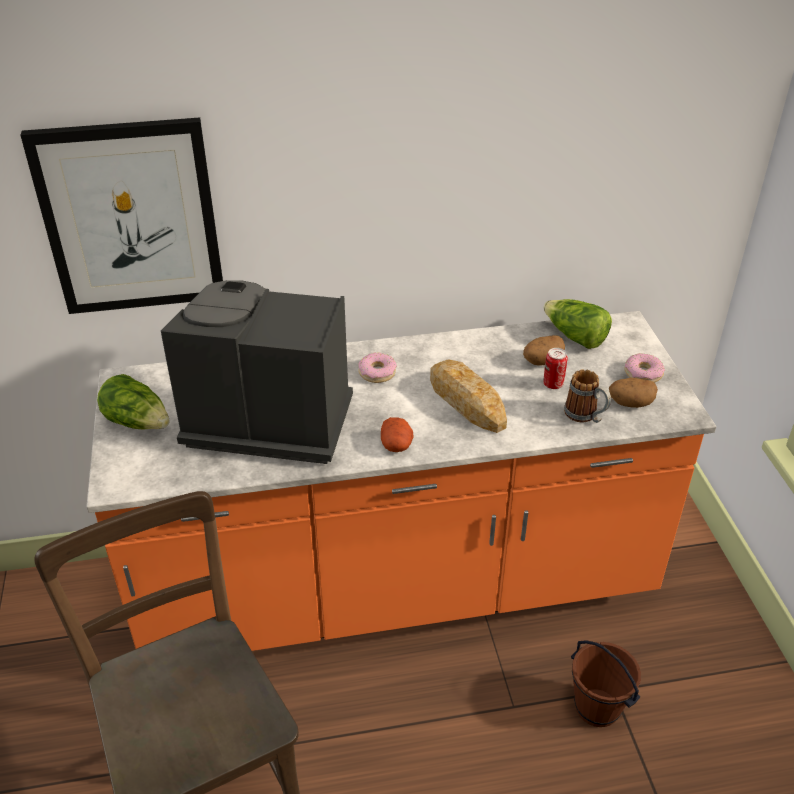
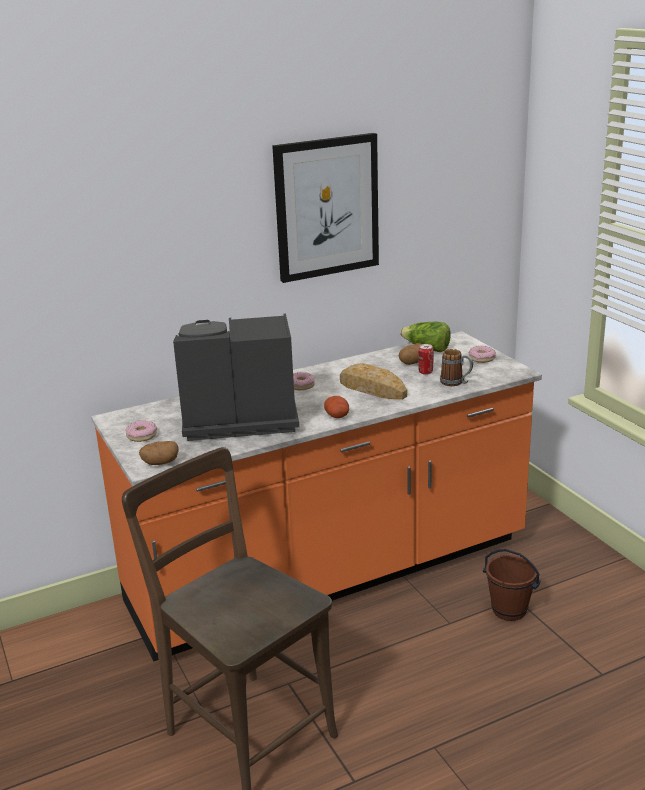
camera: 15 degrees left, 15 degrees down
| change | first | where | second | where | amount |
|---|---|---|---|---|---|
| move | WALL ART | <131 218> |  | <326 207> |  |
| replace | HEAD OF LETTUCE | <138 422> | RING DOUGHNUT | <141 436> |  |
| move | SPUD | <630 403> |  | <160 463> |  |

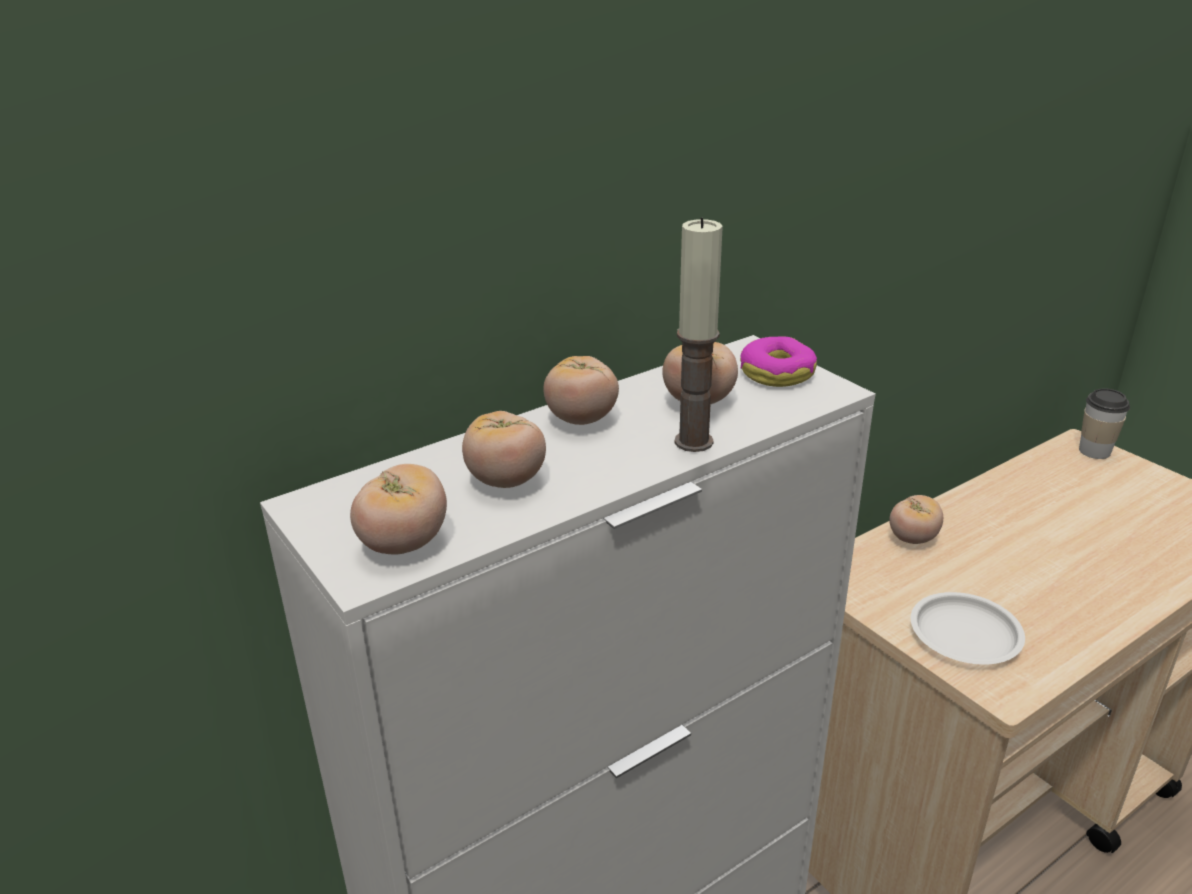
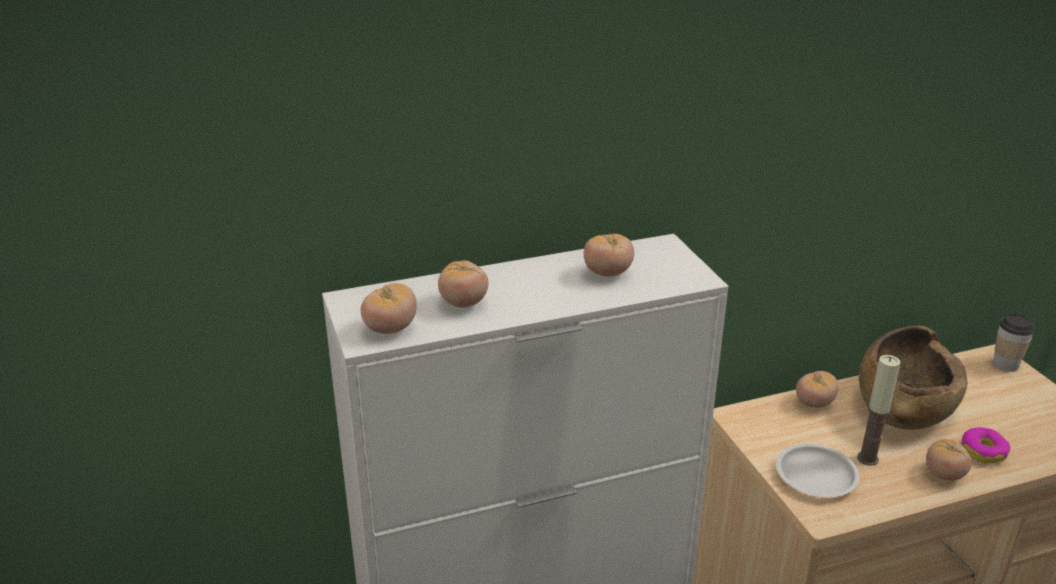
camera: 15 degrees right, 0 degrees up
| change | first | where | second | where | amount |
|---|---|---|---|---|---|
| move | WAX LIGHT | <693 442> |  | <867 458> |  |
| move | RING DOUGHNUT | <777 373> |  | <983 451> |  |
| move | WHOLE TOMATO | <581 419> |  | <944 474> |  |
| insert |  |  | BROWN-COLOURED DEEP DISH | <904 404> |  |

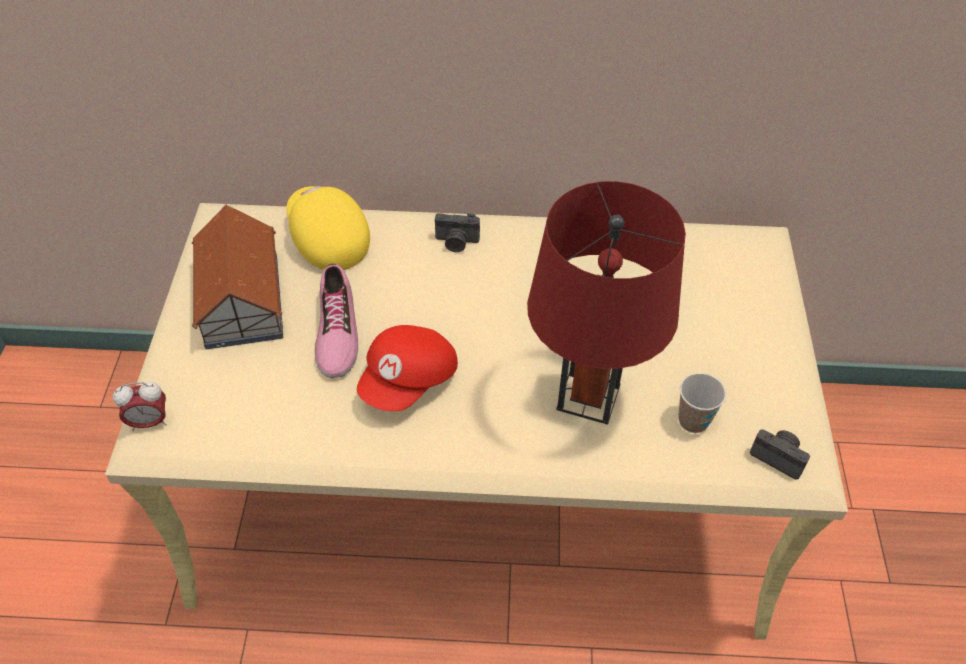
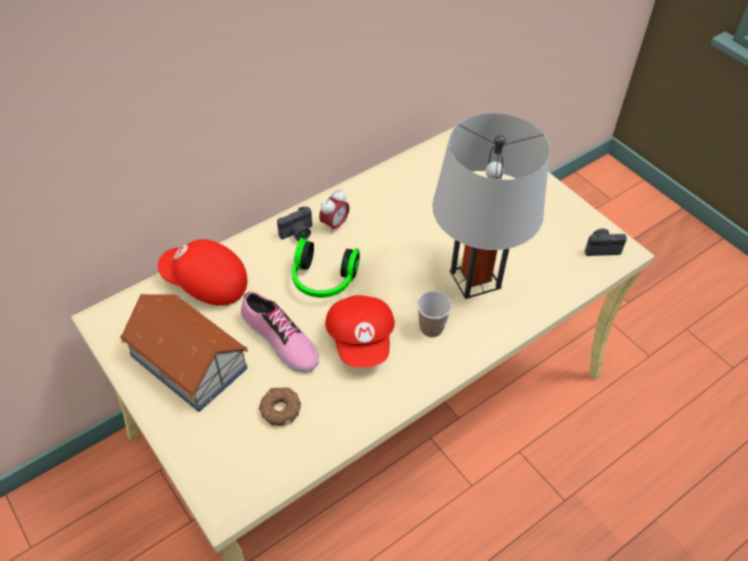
camera: 40 degrees left, 0 degrees up
| change | first | where | second | where | amount |
|---|---|---|---|---|---|
| recolor | RED-COLOURED LAMP FOR A TABLE | <588 397> | GREY LAMP FOR A TABLE | <475 280> |  |
| recolor | YELLOWISH BASEBALL CAP | <327 239> | RED-COLOURED BASEBALL CAP | <206 284> |  |
| move | CUP | <693 421> |  | <431 328> |  |
| move | ALARM CLOCK | <149 422> |  | <334 225> |  |
| insert |  |  | HEADSET | <323 281> |  |
| insert |  |  | RING DOUGHNUT | <280 409> |  |

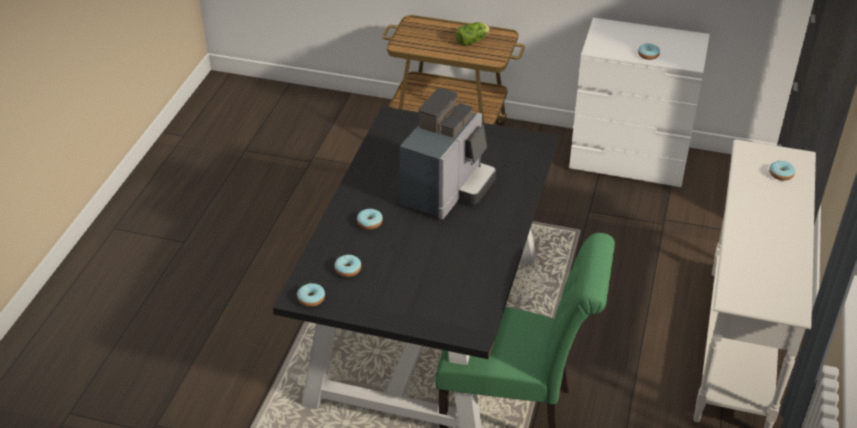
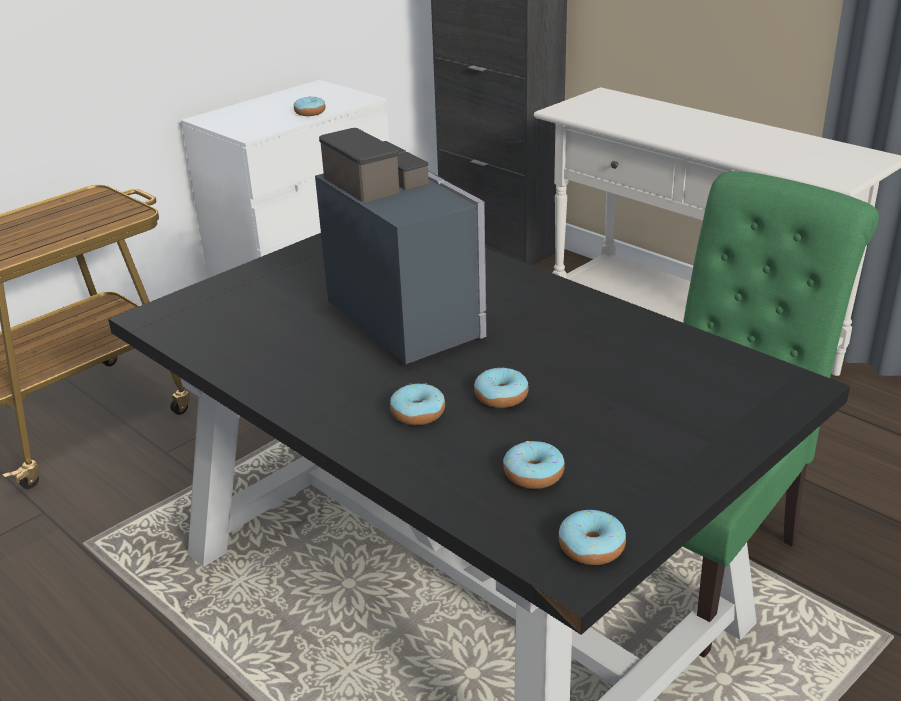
camera: 60 degrees left, 10 degrees down
| change | first | where | second | where | amount |
|---|---|---|---|---|---|
| delete | HEAD OF LETTUCE | <473 41> |  |  |  |
| move | RING DOUGHNUT | <781 174> |  | <501 397> |  |

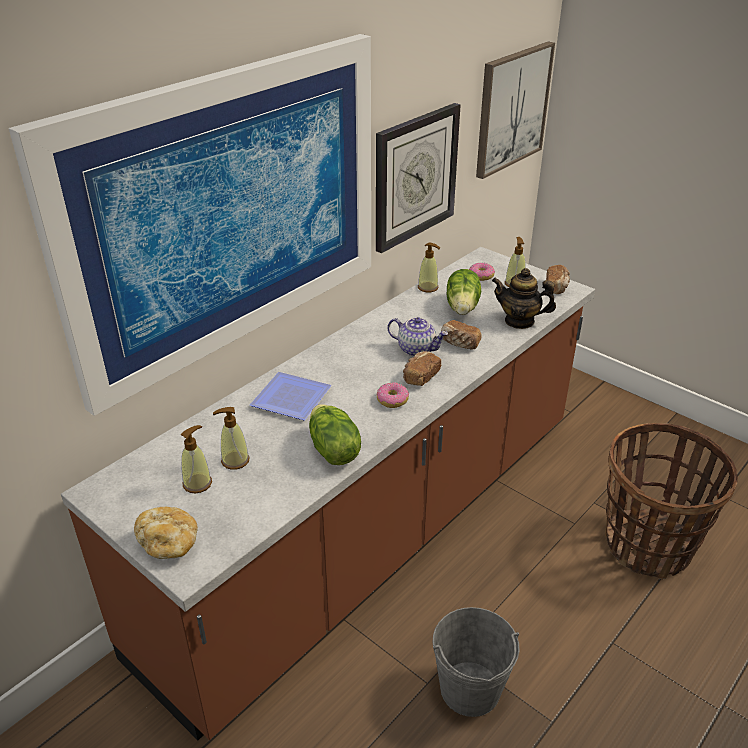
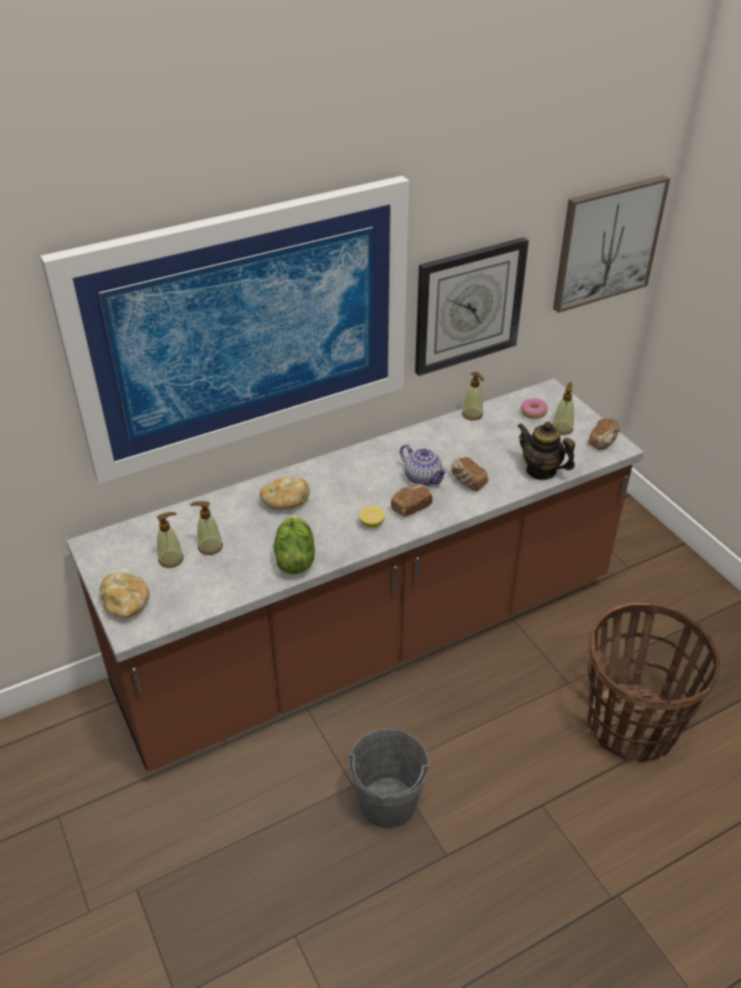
camera: 20 degrees right, 5 degrees up
| change | first | where | second | where | amount |
|---|---|---|---|---|---|
| delete | HEAD OF LETTUCE | <463 307> |  |  |  |
| replace | DINNER PLATE | <292 400> | BAKERY BREAD | <285 503> |  |
| replace | RING DOUGHNUT | <392 400> | WHOLE LEMON | <372 523> |  |

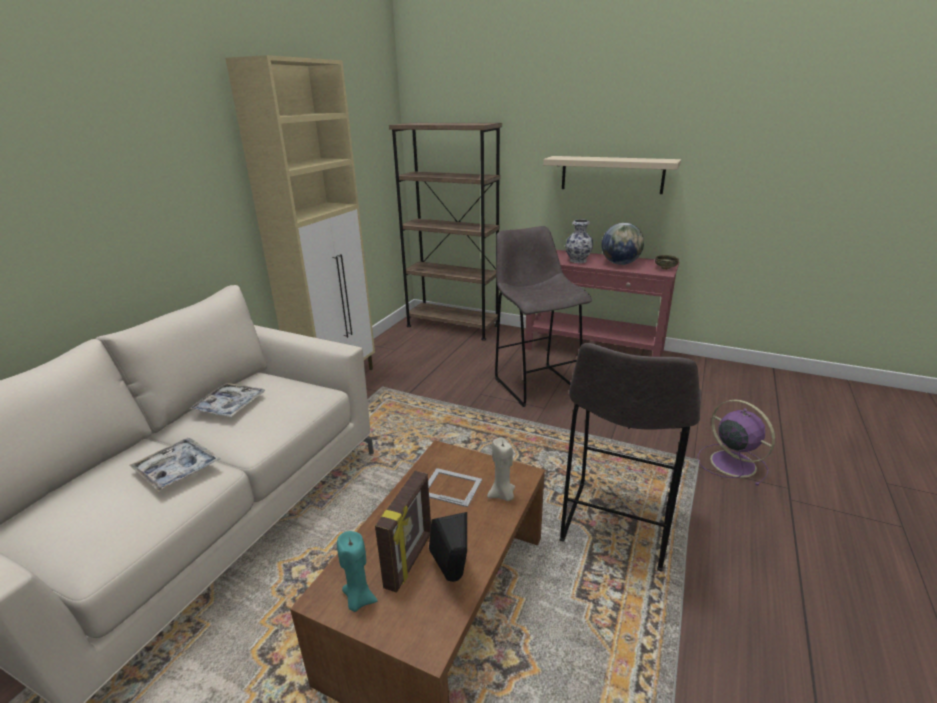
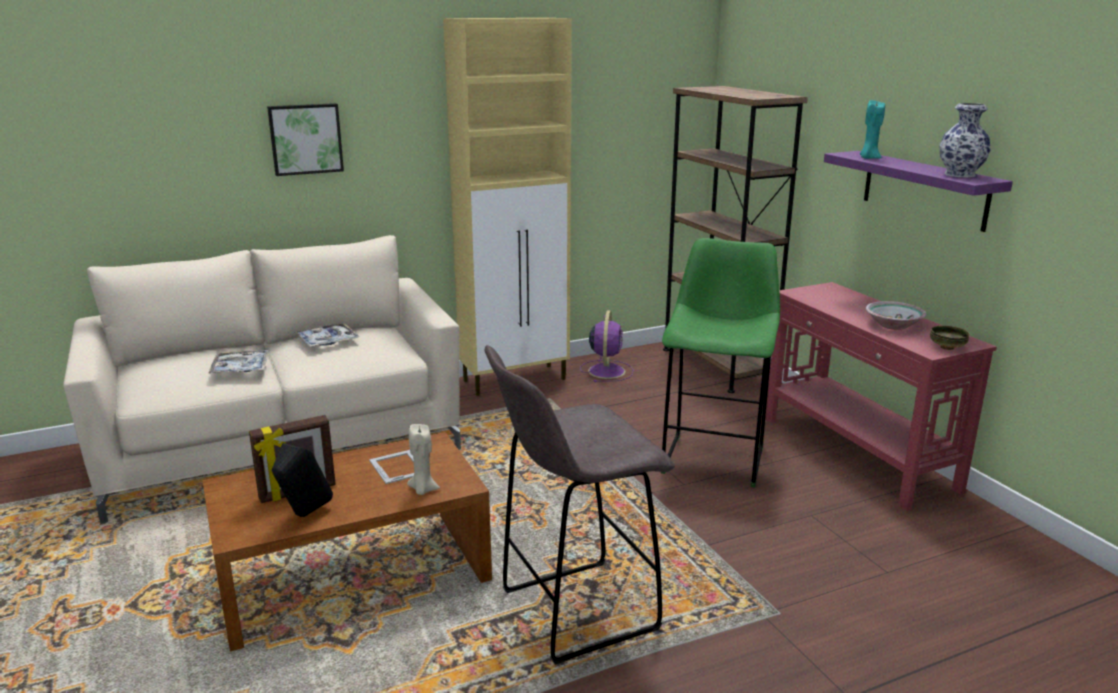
camera: 40 degrees right, 5 degrees down
| change | first | where | second | where | amount |
|---|---|---|---|---|---|
| recolor | BEIGE WALL SHELF | <612 174> | PURPLE WALL SHELF | <924 189> |  |
| move | FLOWER VASE | <578 260> |  | <960 175> |  |
| replace | DESK GLOBE | <620 263> | DEEP DISH | <894 325> |  |
| recolor | GREY STOOL | <535 384> | GREEN STOOL | <714 458> |  |
| move | PURPLE ELECTRIC FAN | <731 462> |  | <606 370> |  |
| move | TURQUOISE-COLOURED WAX LIGHT | <358 600> |  | <868 158> |  |
| insert |  |  | WALL ART | <305 139> |  |

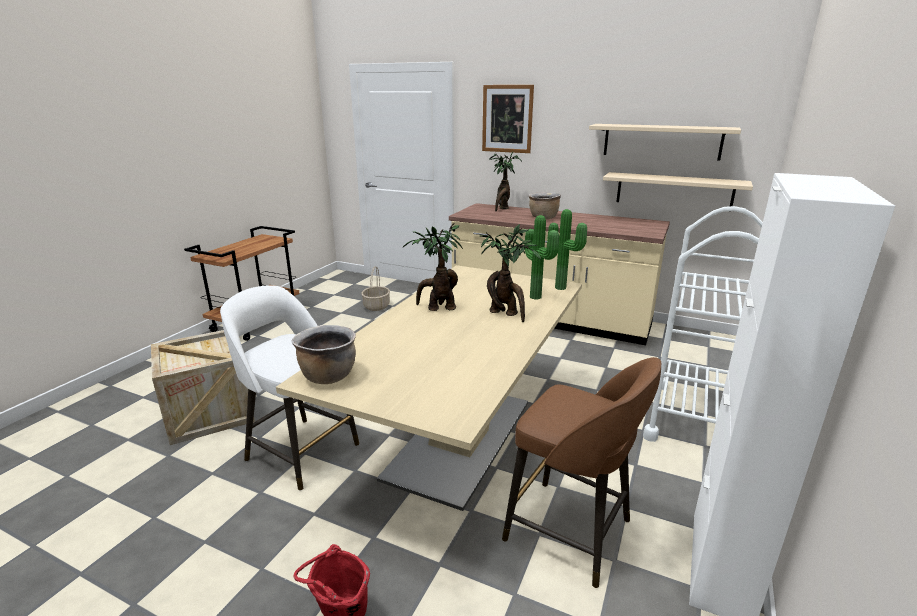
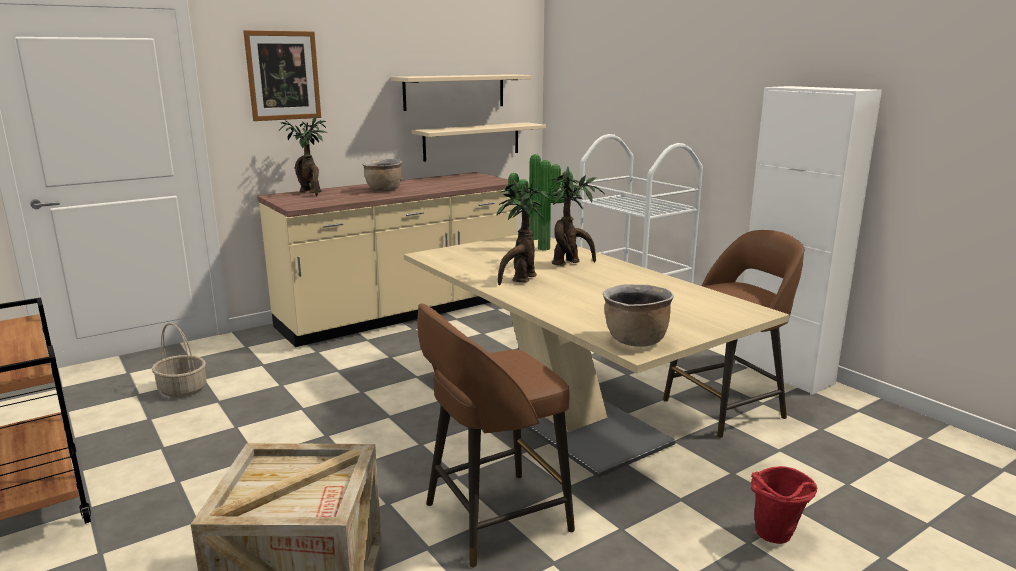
camera: 60 degrees left, 5 degrees down
| change | first | where | second | where | amount |
|---|---|---|---|---|---|
| recolor | WHITE STOOL | <300 450> | BROWN-COLOURED STOOL | <493 518> |  |

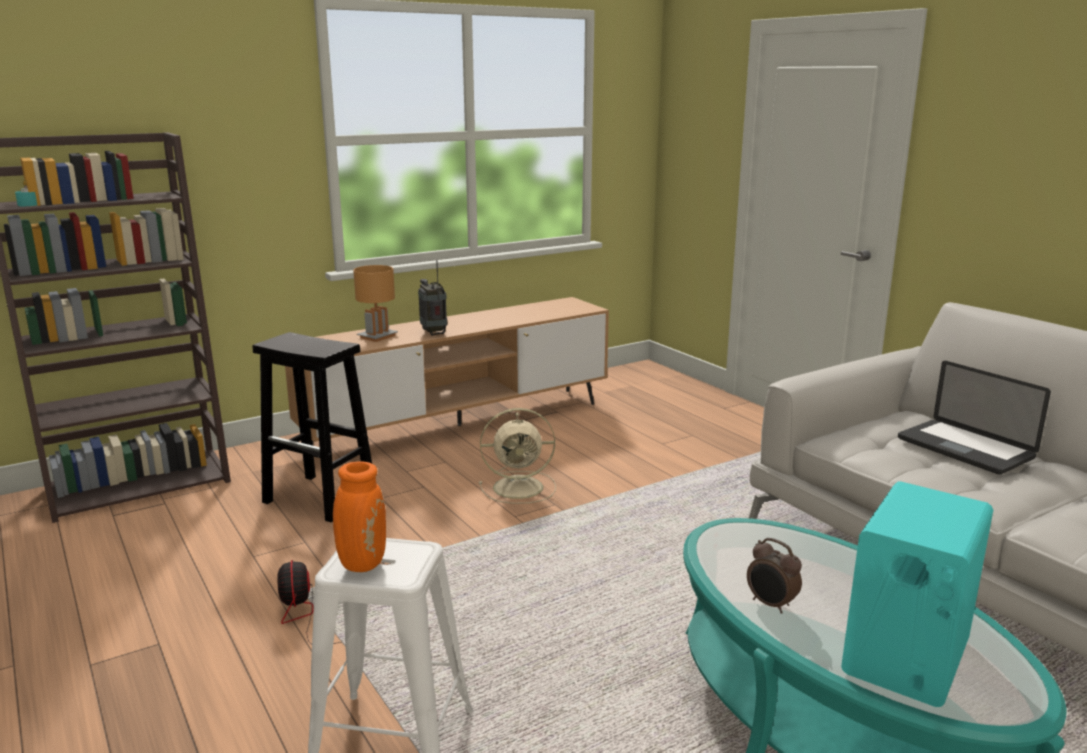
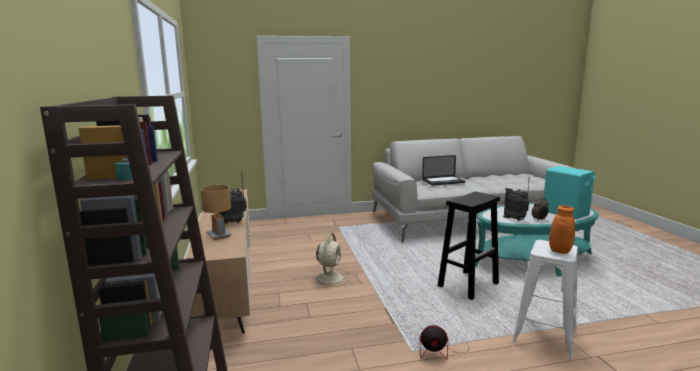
camera: 70 degrees left, 5 degrees down
| change | first | where | second | where | amount |
|---|---|---|---|---|---|
| move | BLACK-COLOURED STOOL | <321 498> |  | <468 284> |  |
| insert |  |  | RADIO | <515 219> |  |

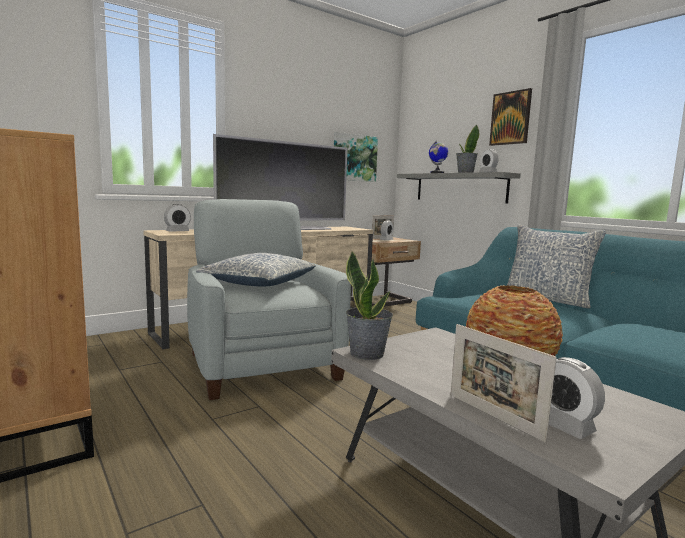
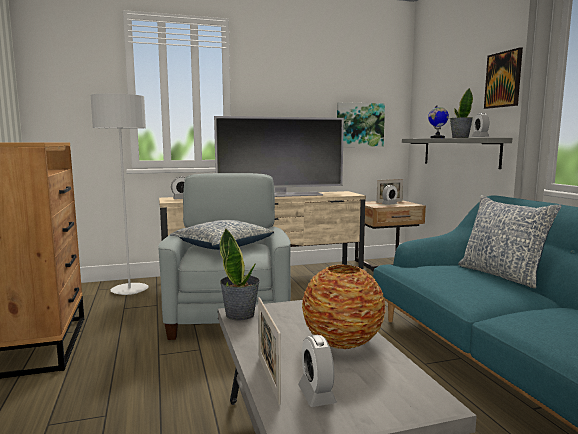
camera: 20 degrees right, 0 degrees up
| change | first | where | second | where | amount |
|---|---|---|---|---|---|
| insert |  |  | GREY STANDARD LAMP | <129 290> |  |

